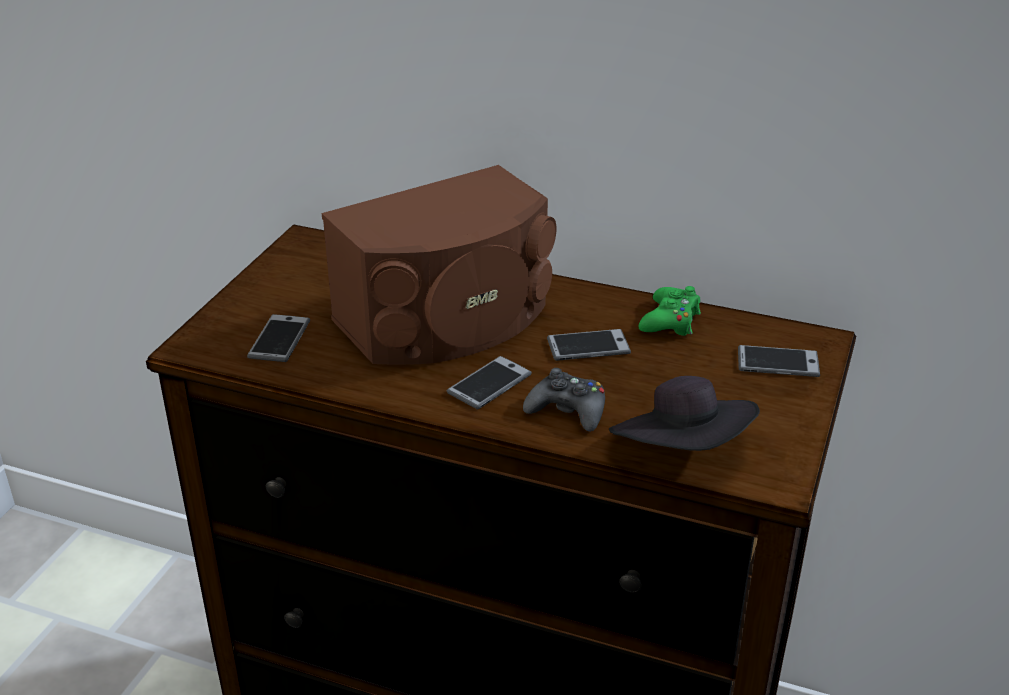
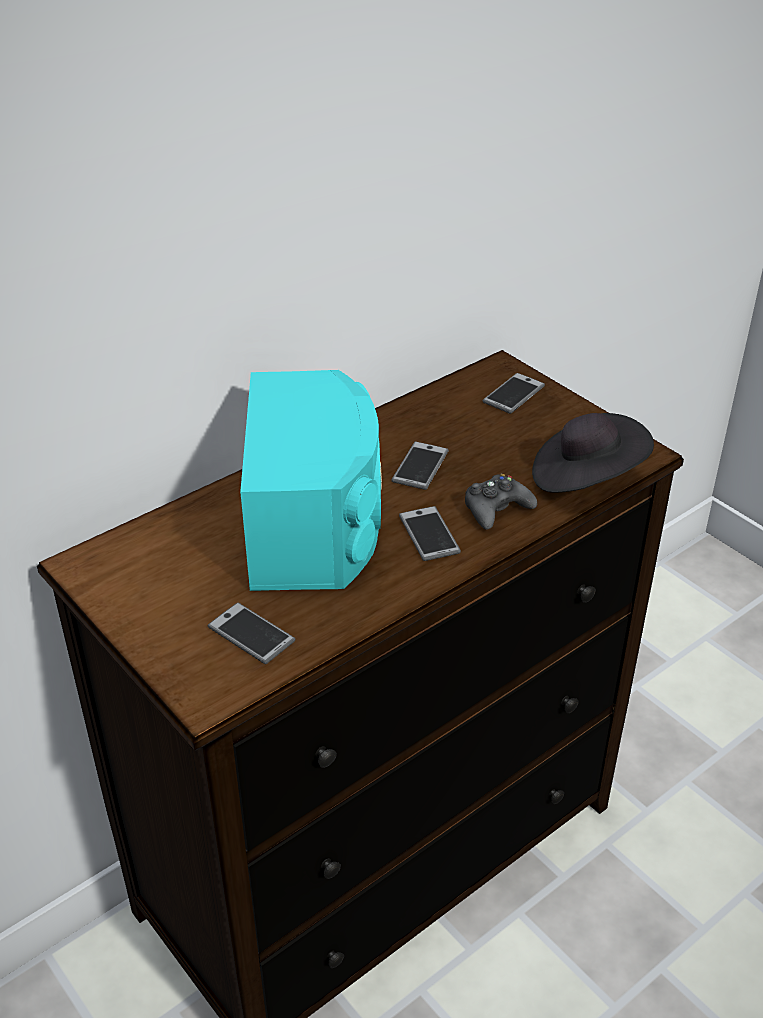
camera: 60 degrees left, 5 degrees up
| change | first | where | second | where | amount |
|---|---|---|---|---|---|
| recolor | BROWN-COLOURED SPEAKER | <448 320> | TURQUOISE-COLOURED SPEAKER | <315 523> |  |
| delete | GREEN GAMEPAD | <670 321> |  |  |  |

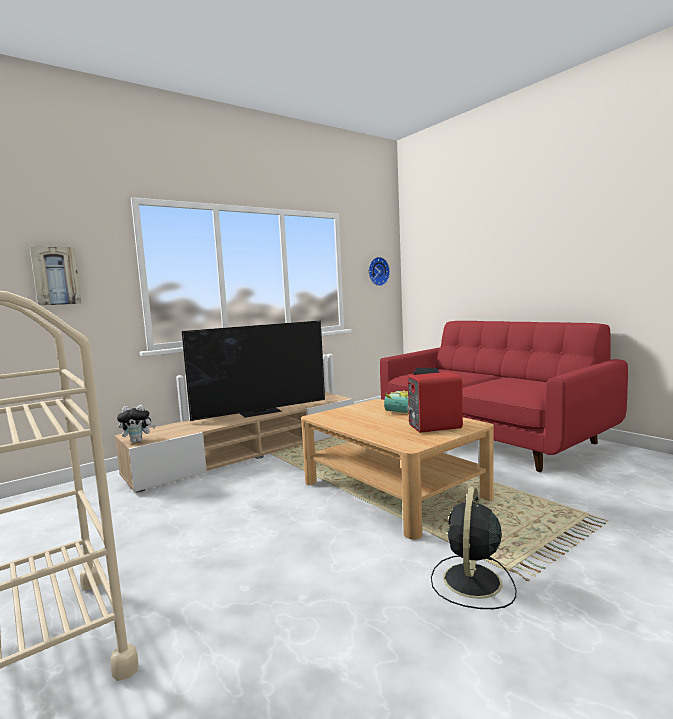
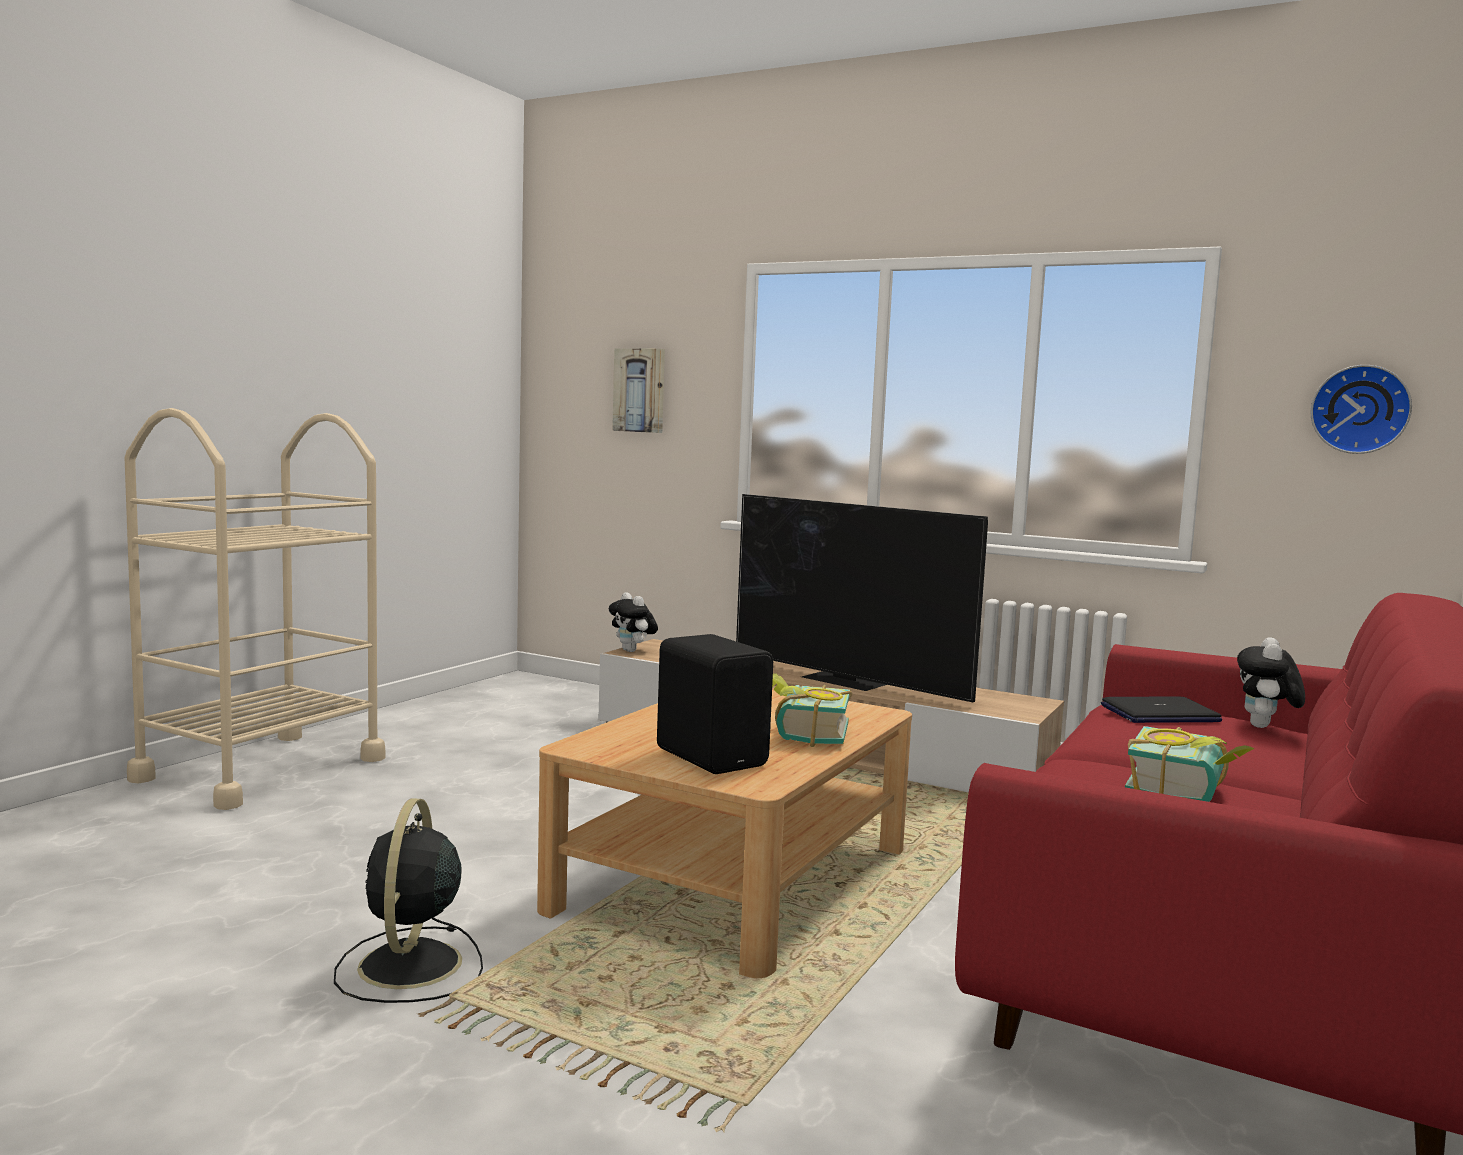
camera: 65 degrees right, 0 degrees up
| change | first | where | second | where | amount |
|---|---|---|---|---|---|
| recolor | RED-COLOURED SPEAKER | <433 427> | BLACK-COLOURED SPEAKER | <712 757> |  |
| rotate | BLACK-COLOURED ELECTRIC FAN | <471 582> |  | <409 967> | 90 degrees counterclockwise |
| insert |  |  | PLUSH TOY | <1265 727> |  |
| insert |  |  | BOOK | <1187 795> |  |

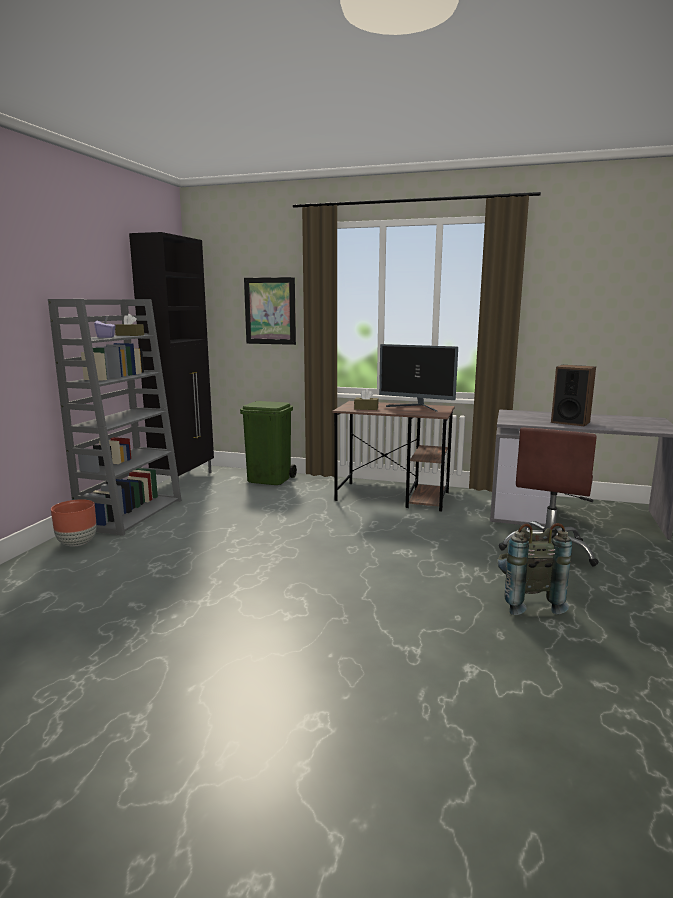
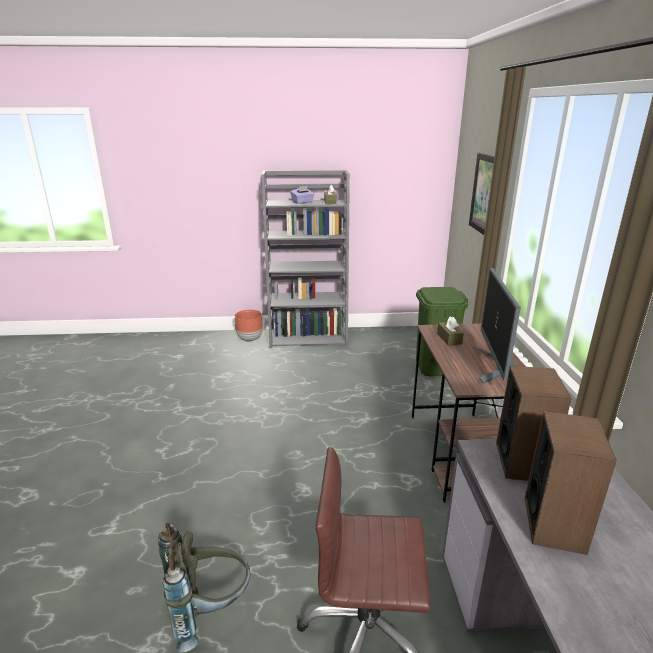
camera: 70 degrees right, 10 degrees up
| change | first | where | second | where | amount |
|---|---|---|---|---|---|
| delete | BLACK-COLOURED CUPBOARD | <185 480> |  |  |  |
| insert |  |  | SPEAKER | <522 462> |  |

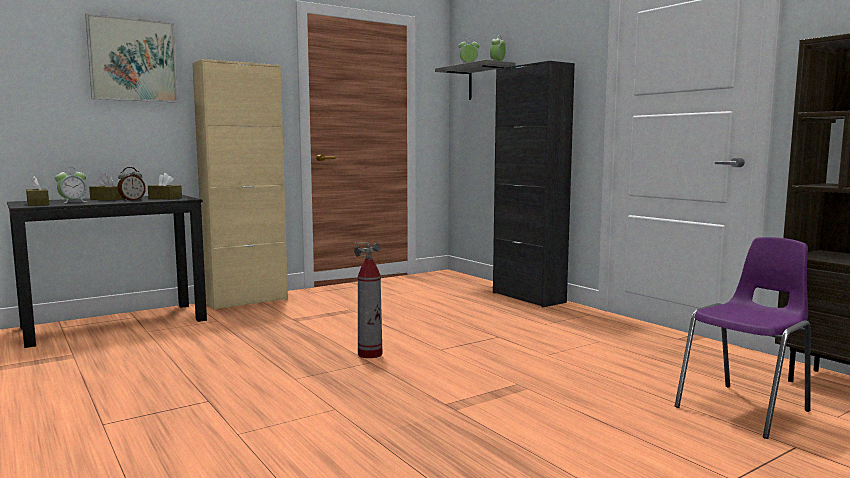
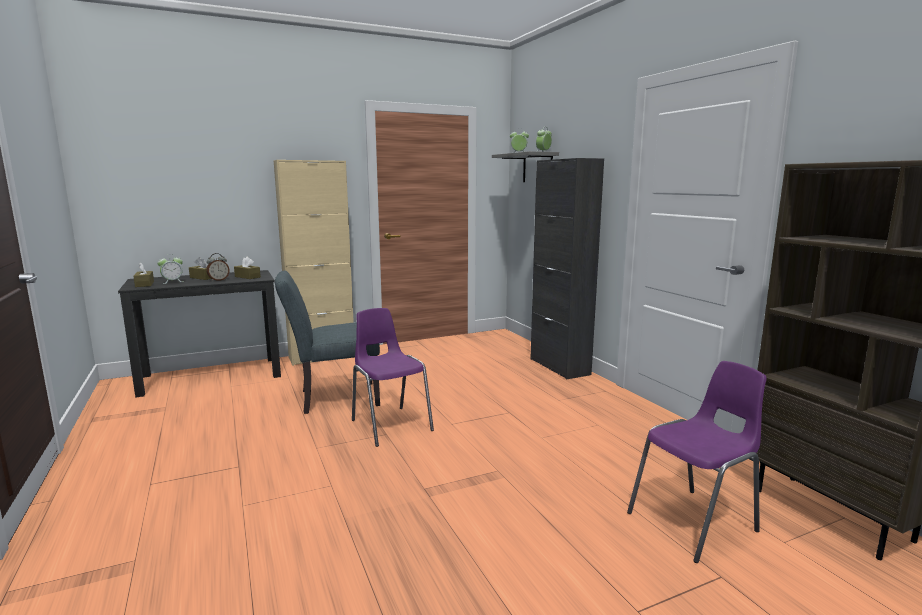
camera: 10 degrees right, 5 degrees up
| change | first | where | second | where | amount |
|---|---|---|---|---|---|
| delete | WALL ART | <133 60> |  |  |  |
| replace | EXTINGUISHER | <370 354> | PURPLE UPRIGHT CHAIR | <390 425> |  |
| insert |  |  | GREY UPRIGHT CHAIR | <332 398> |  |

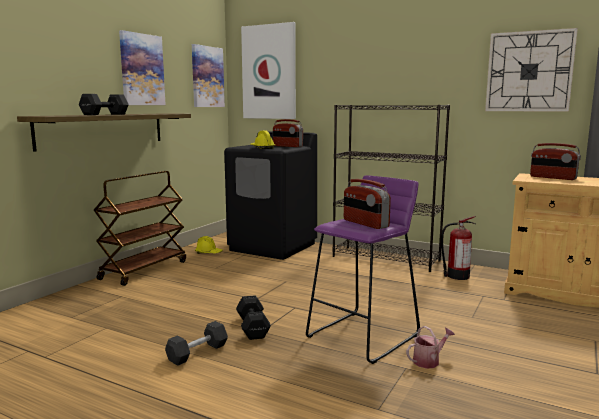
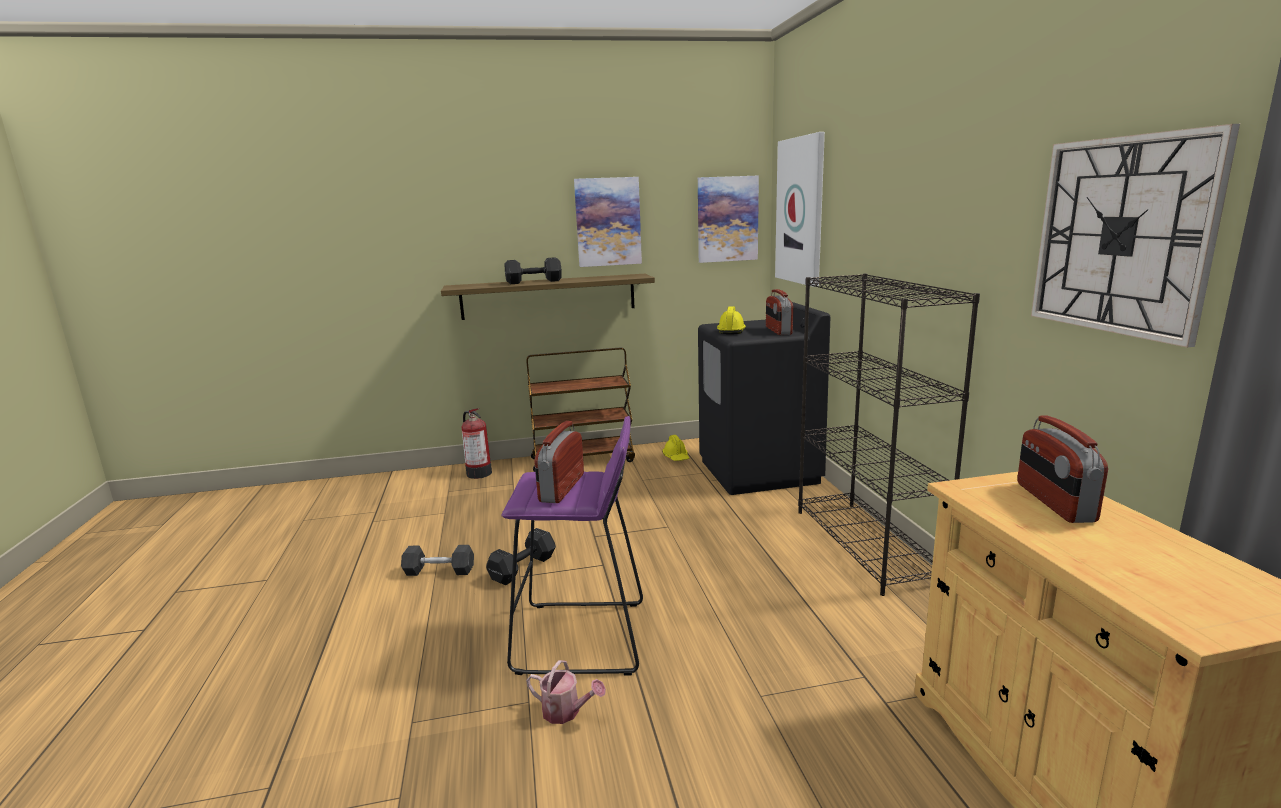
camera: 50 degrees right, 5 degrees up
| change | first | where | second | where | amount |
|---|---|---|---|---|---|
| move | EXTINGUISHER | <456 276> |  | <478 473> |  |

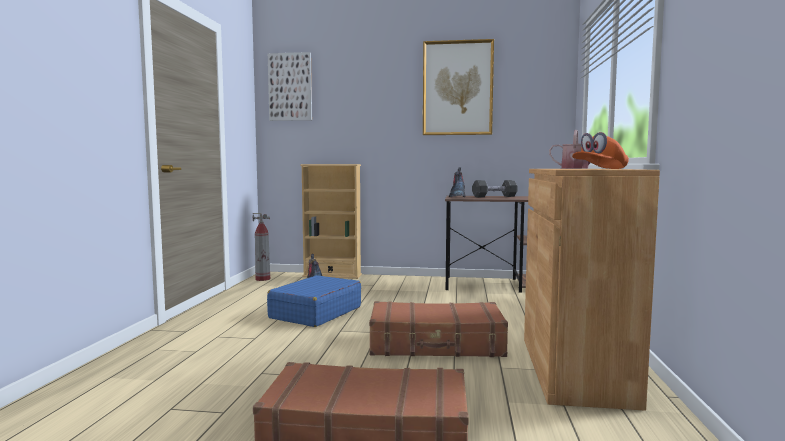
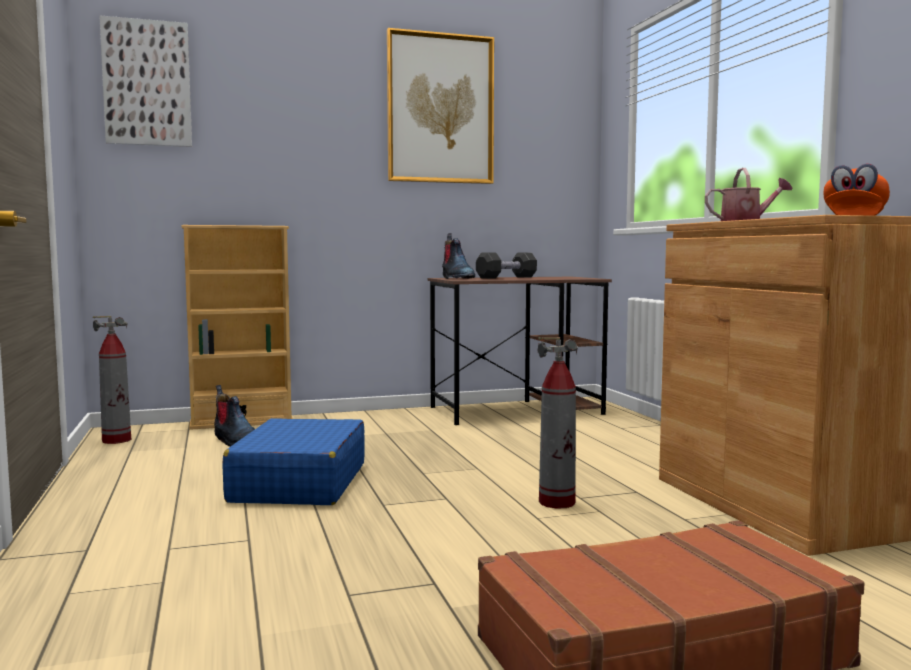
camera: 25 degrees left, 0 degrees up
| change | first | where | second | where | amount |
|---|---|---|---|---|---|
| replace | BROWN-COLOURED PIECE OF LUGGAGE | <436 344> | EXTINGUISHER | <557 502> |  |

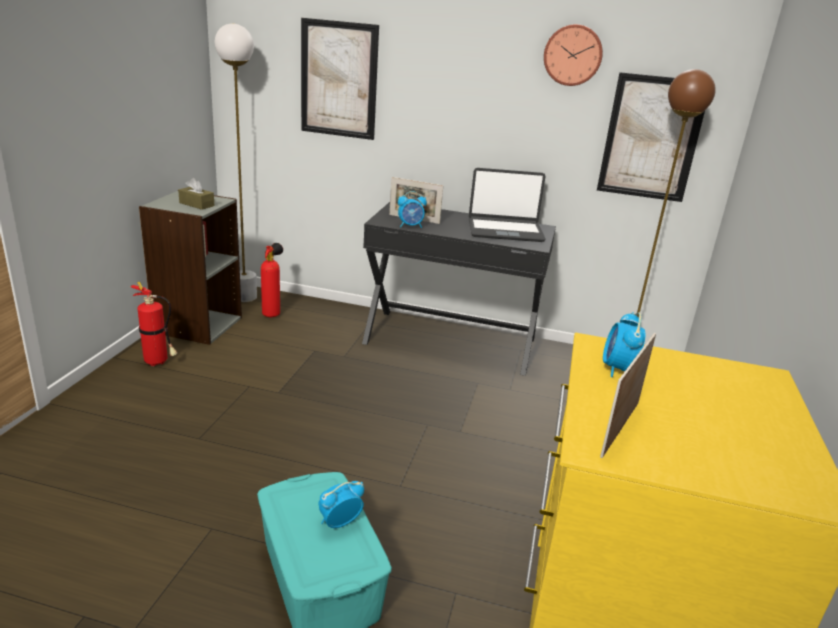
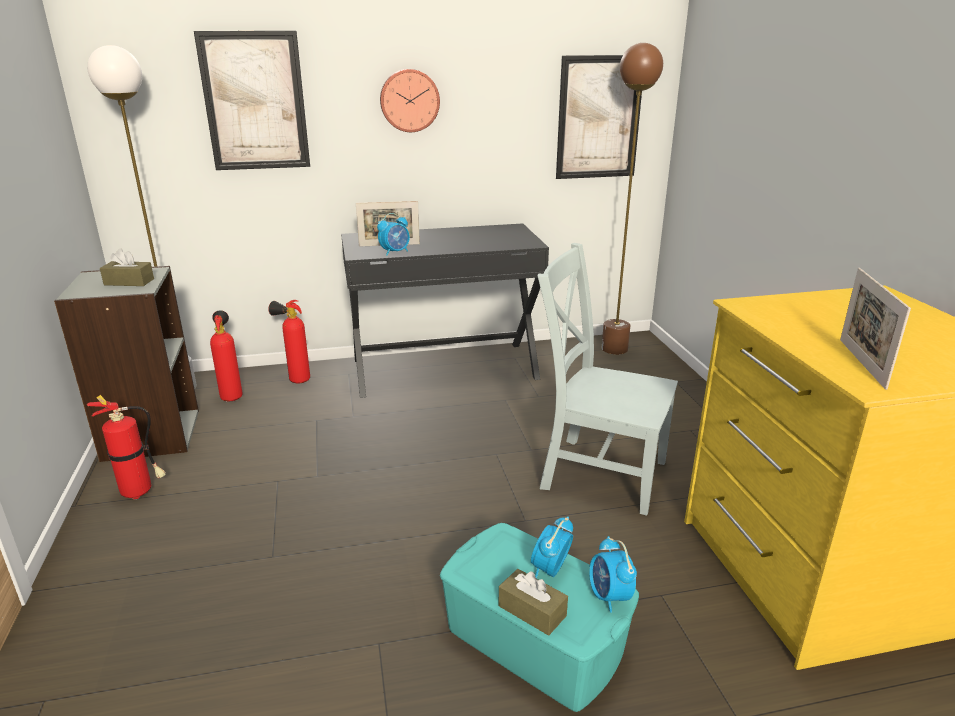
camera: 25 degrees left, 0 degrees up
| change | first | where | second | where | amount |
|---|---|---|---|---|---|
| move | WALL CLOCK | <573 55> |  | <409 100> |  |
| delete | NOTEBOOK COMPUTER | <505 231> |  |  |  |
| move | ALARM CLOCK | <617 369> |  | <609 596> |  |
| insert |  |  | GREY UPRIGHT CHAIR | <598 472> |  |
| insert |  |  | EXTINGUISHER | <296 380> |  |
| insert |  |  | BROWN-COLOURED TISSUE BOX | <532 611> |  |

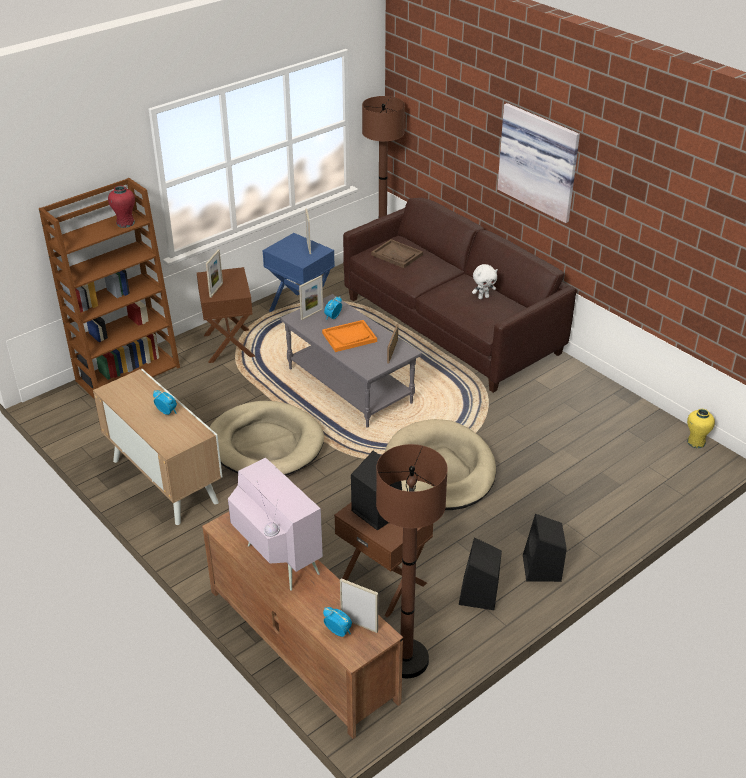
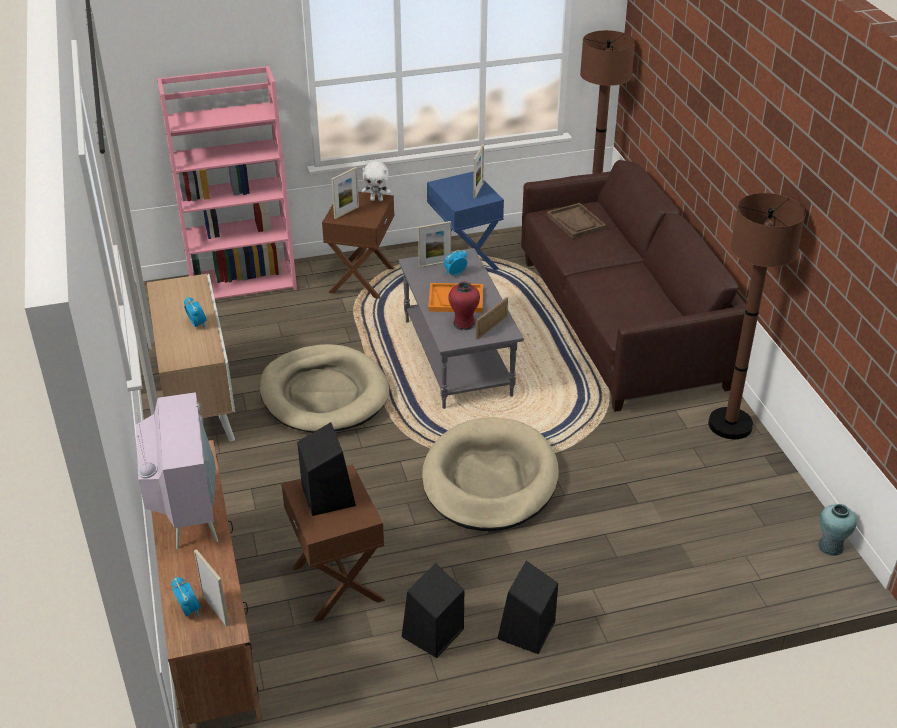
camera: 25 degrees right, 0 degrees up
| change | first | where | second | where | amount |
|---|---|---|---|---|---|
| delete | WALL ART | <540 161> |  |  |  |
| recolor | BROWN-COLOURED SHELVING UNIT | <128 373> | PINK SHELVING UNIT | <243 282> |  |
| move | RED-COLOURED FLOWER VASE | <125 223> |  | <463 324> |  |
| move | WHITE PLUSH TOY | <483 297> |  | <377 199> |  |
| recolor | YELLOWISH FLOWER VASE | <696 442> | TURQUOISE-COLOURED FLOWER VASE | <830 546> |  |
| move | BROWN-COLOURED STANDARD LAMP | <406 659> |  | <730 425> |  |

